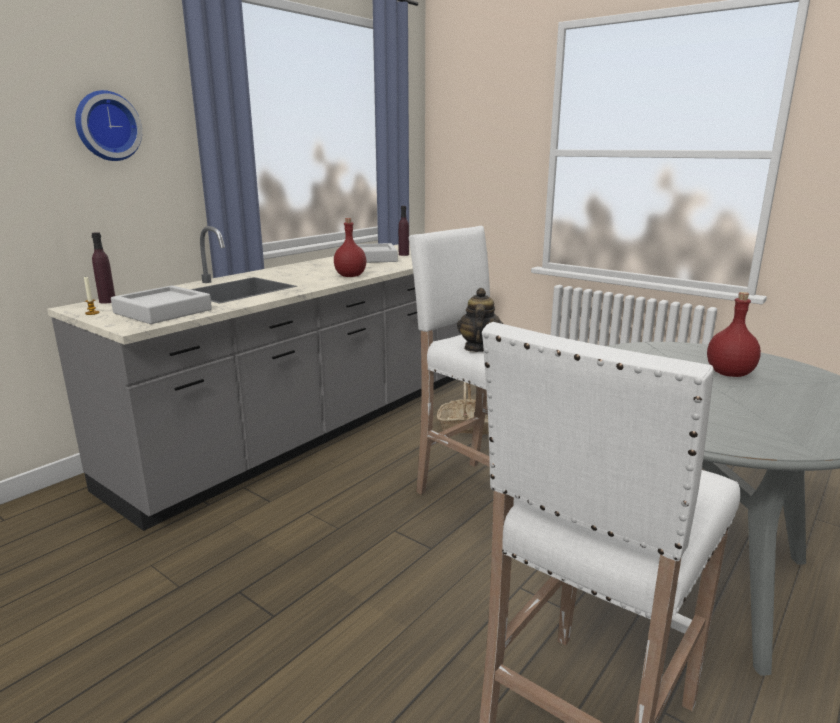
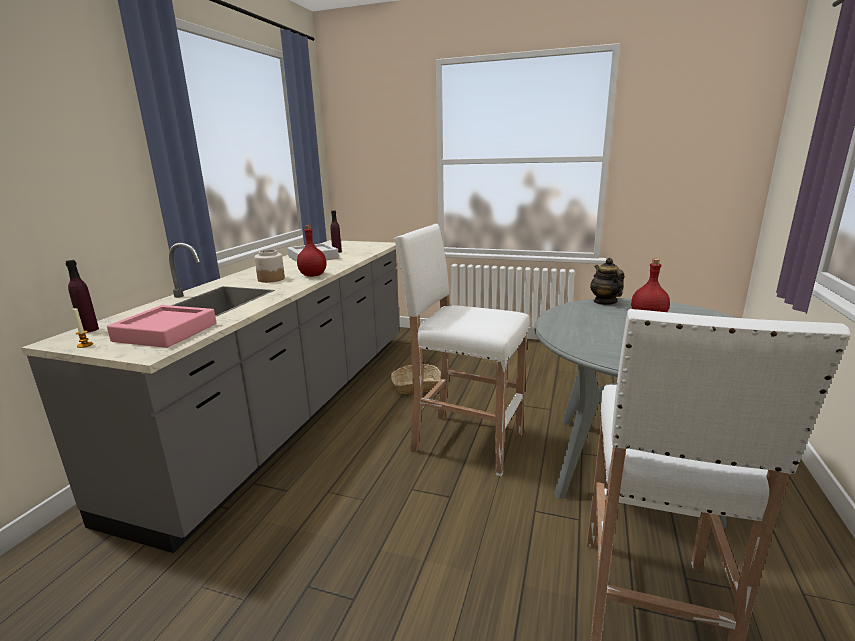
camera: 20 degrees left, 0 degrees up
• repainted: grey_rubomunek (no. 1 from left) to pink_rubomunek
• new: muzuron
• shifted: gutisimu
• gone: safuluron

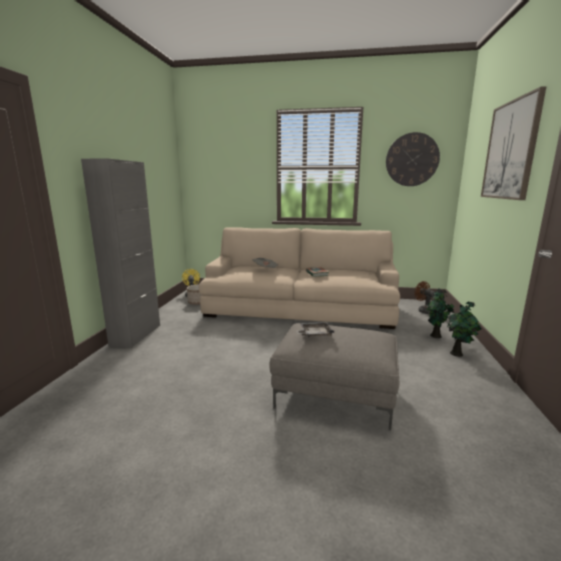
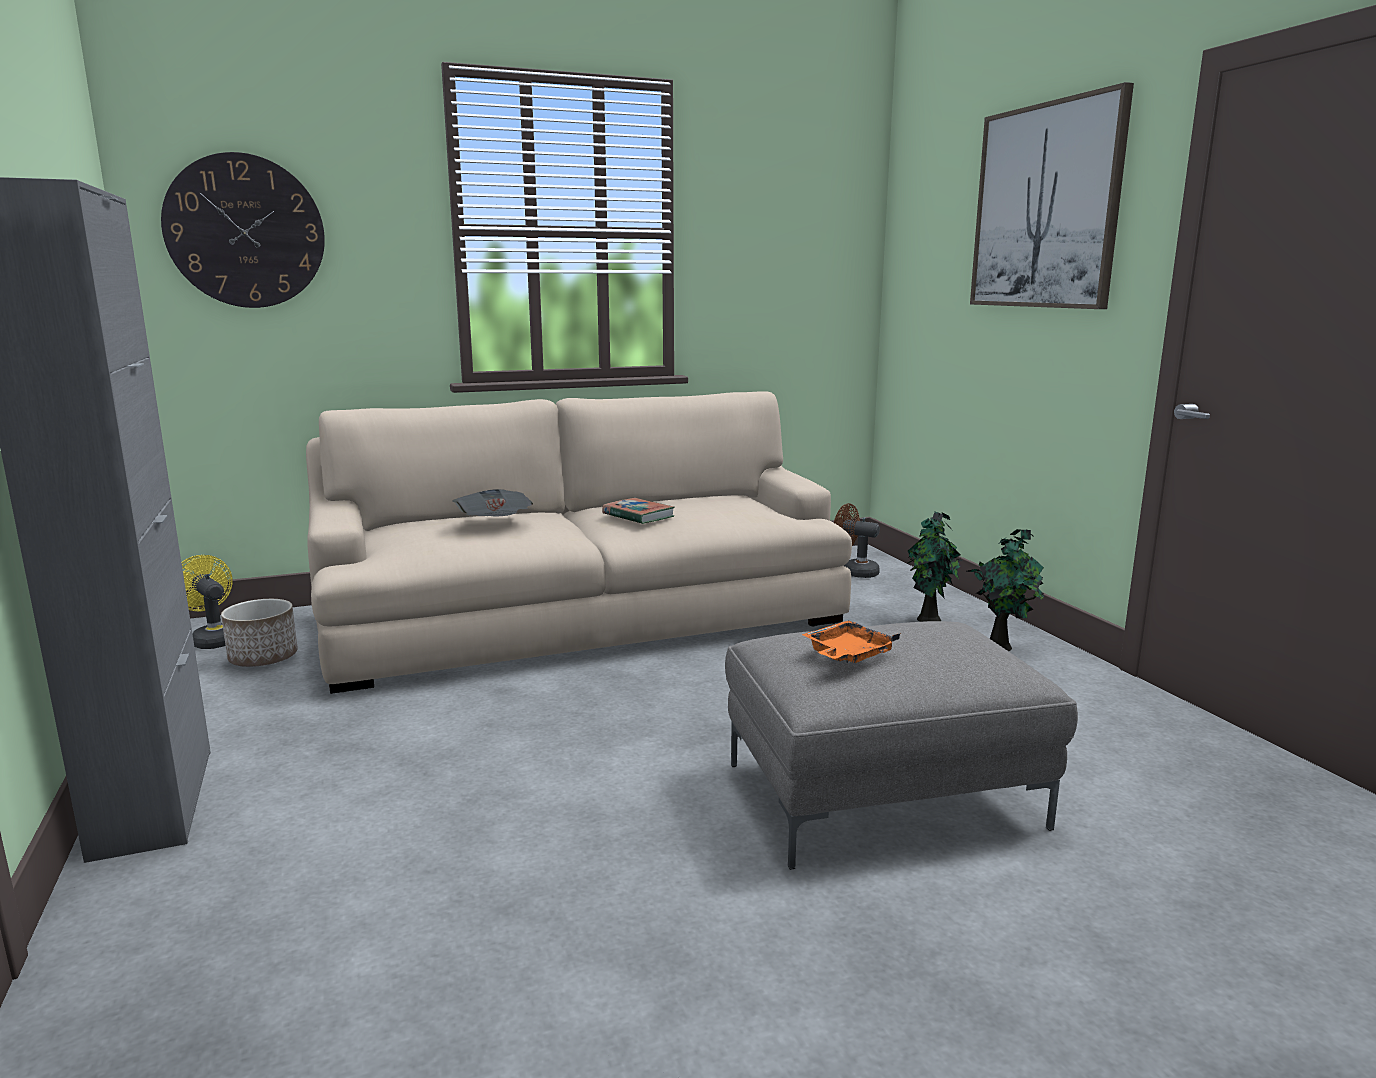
camera: 30 degrees left, 0 degrees up
• shifted: safuluron
• repainted: grey_rubomunek to orange_rubomunek

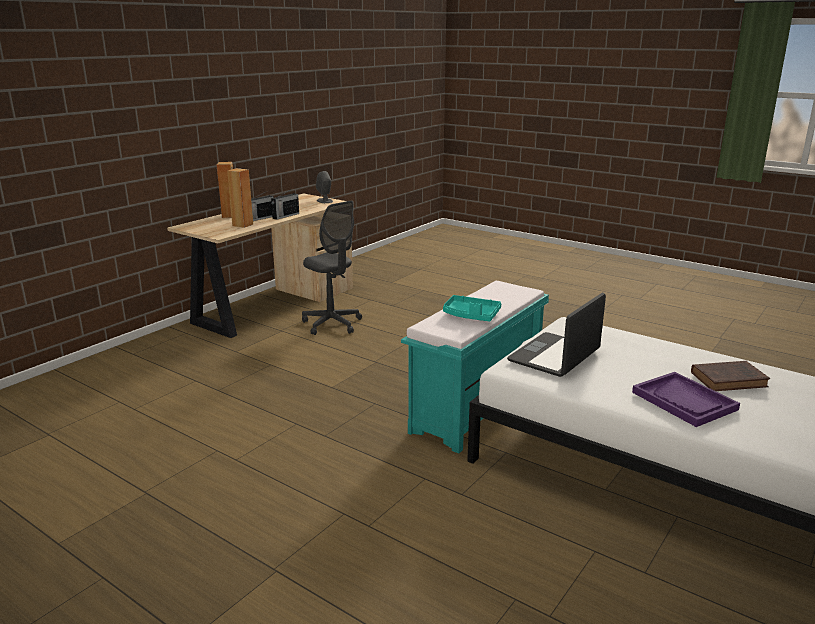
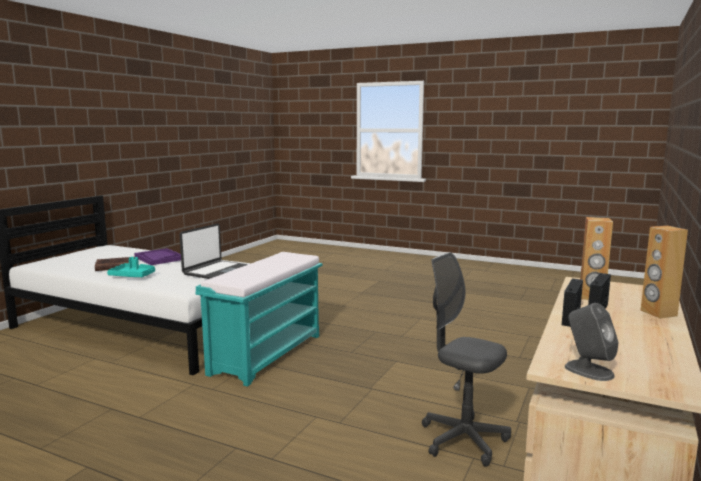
camera: 170 degrees right, 10 degrees down
• shifted: turquoise_rubomunek

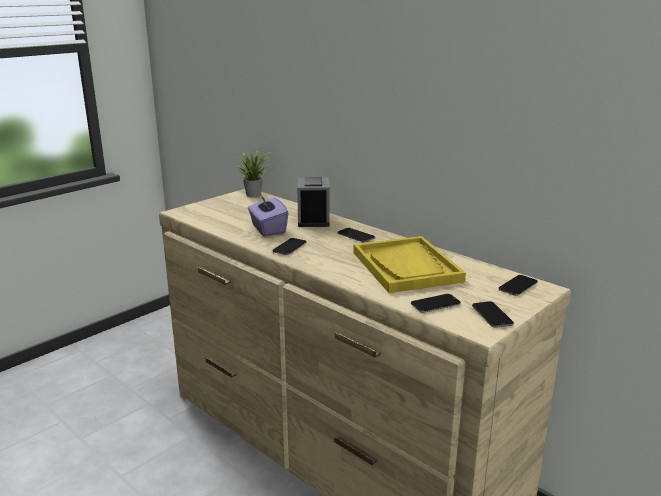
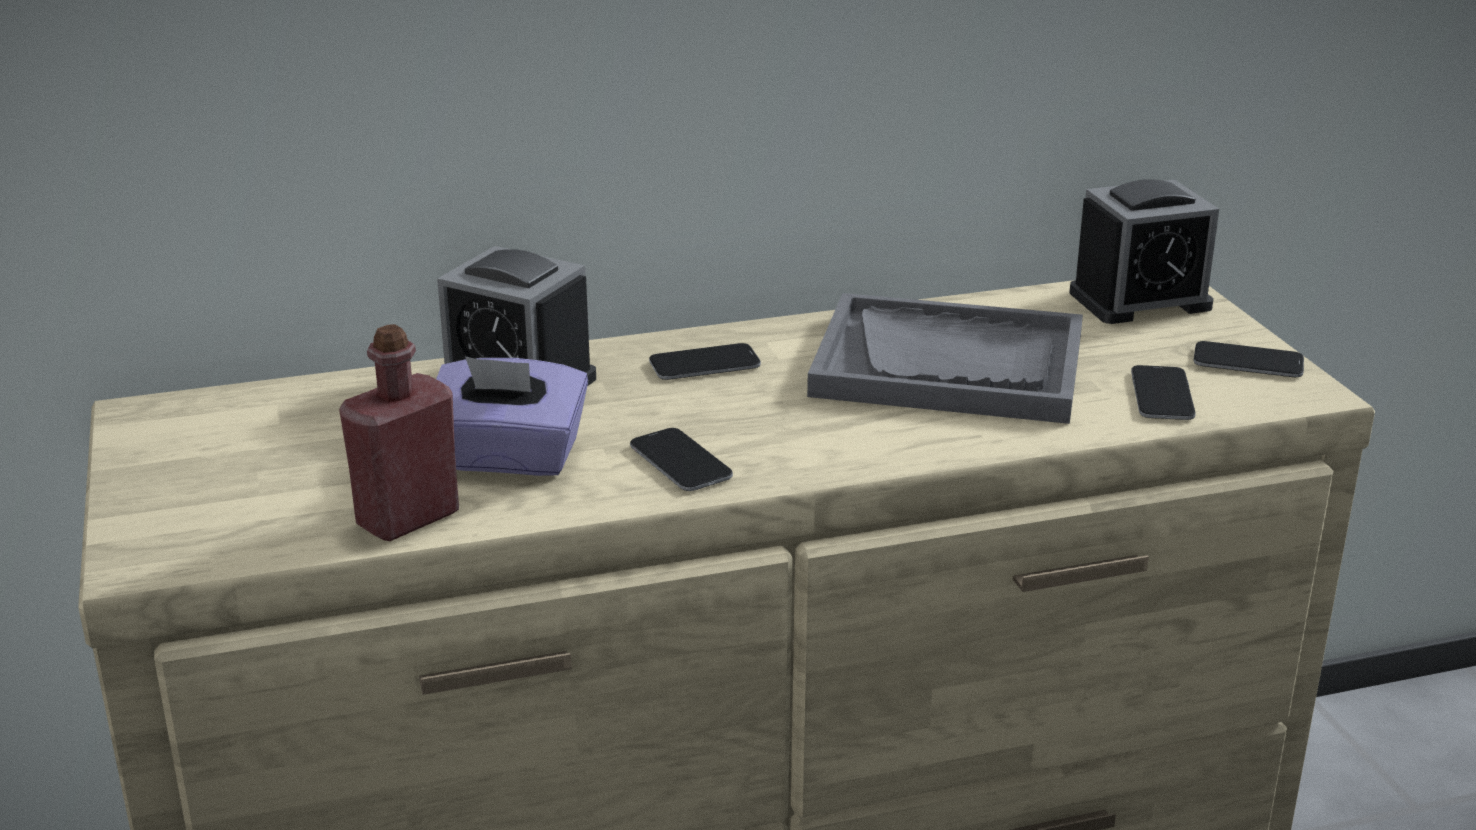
camera: 60 degrees left, 5 degrees up
• new: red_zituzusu
• repainted: yellow_rubomunek to grey_rubomunek
• swapped: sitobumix (no. 5 from left) to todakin (no. 2 from left)
• gone: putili

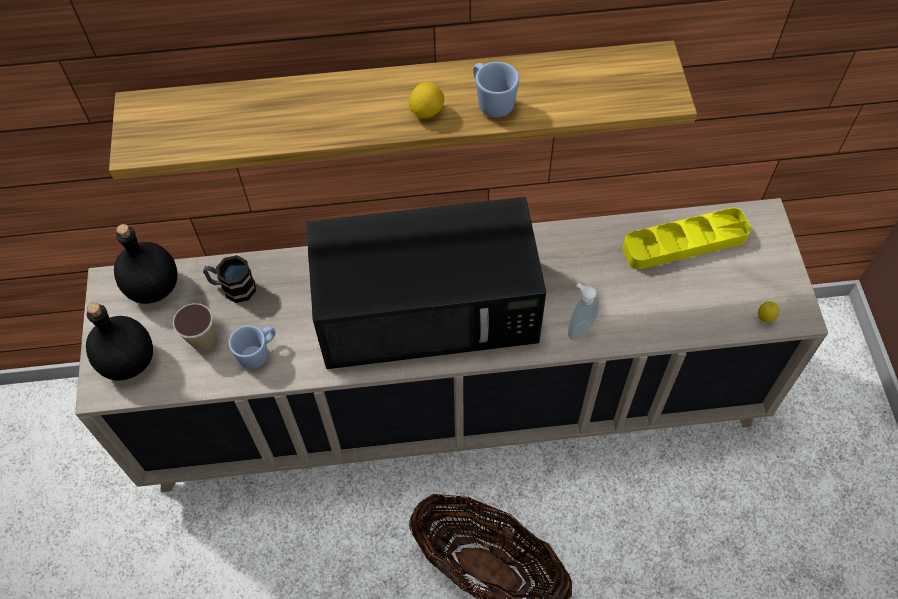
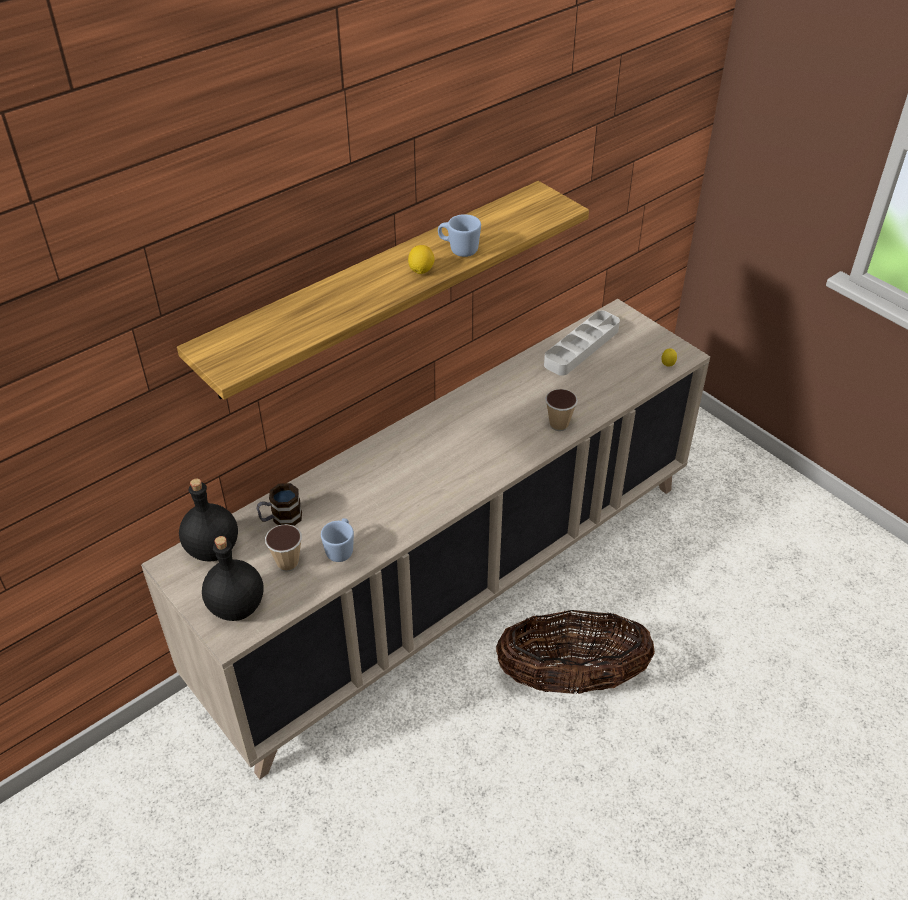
camera: 35 degrees left, 15 degrees down
• repainted: yellow_rubomunek to grey_rubomunek
• swapped: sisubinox to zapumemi (no. 2 from left)
• gone: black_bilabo

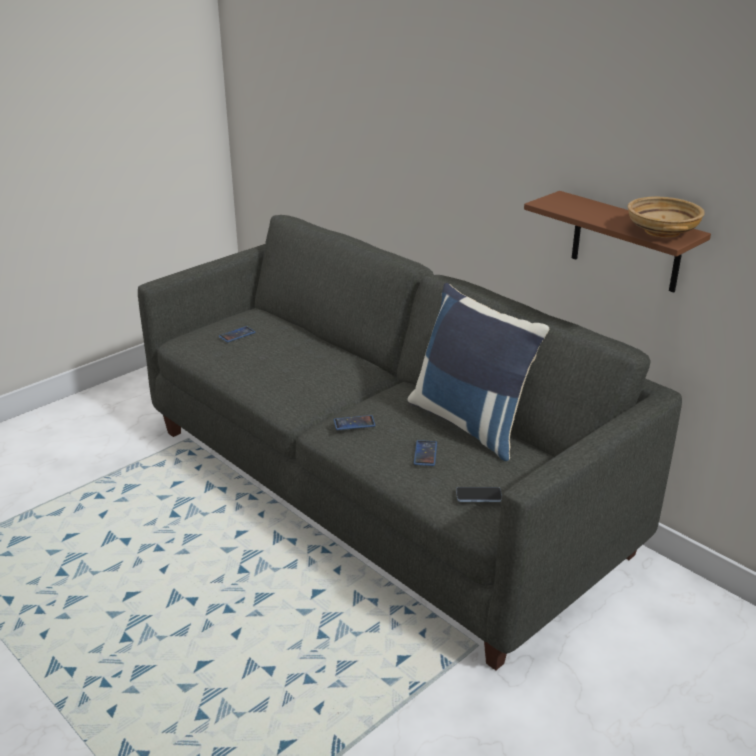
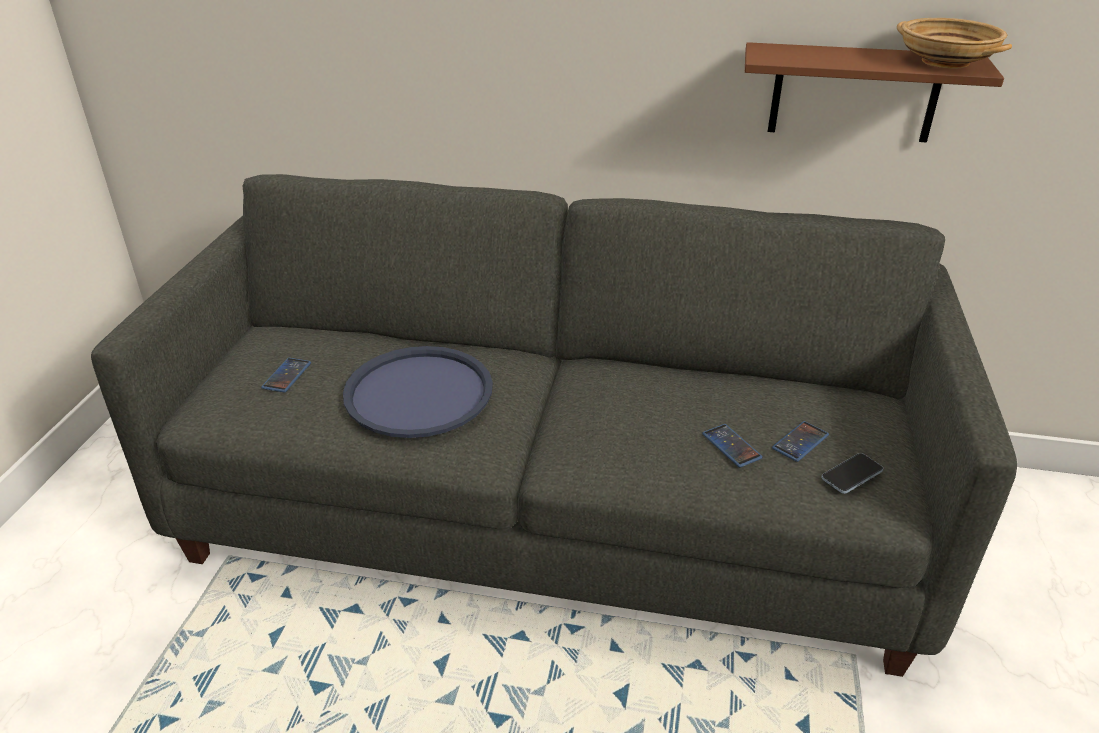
camera: 35 degrees left, 5 degrees up
• new: blue_rubomunek
• shifted: sitobumix (no. 2 from left in the first image) to sitobumix (no. 3 from left)
• gone: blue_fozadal

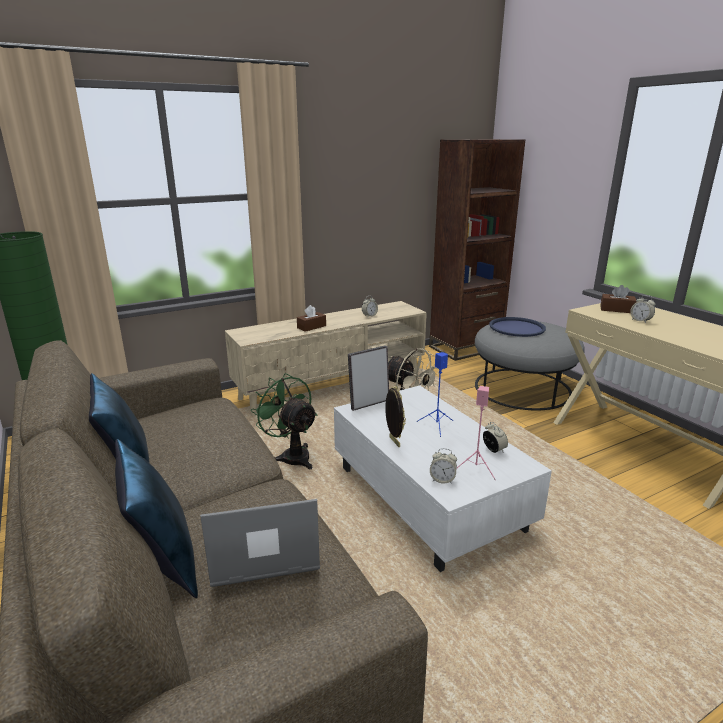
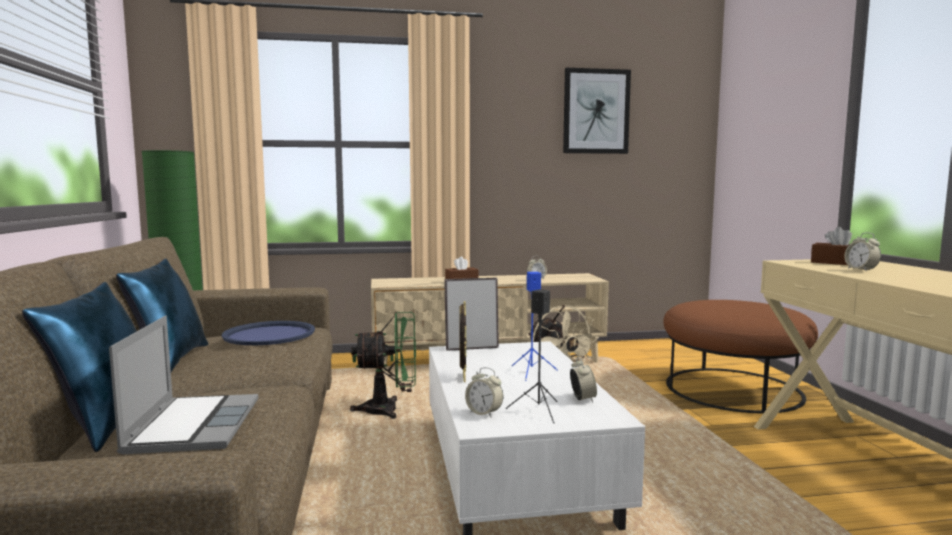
camera: 20 degrees right, 15 degrees down
• rotated: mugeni 75 degrees clockwise
• shifted: blue_rubomunek
• rotated: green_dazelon 105 degrees clockwise
• repainted: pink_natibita to black_natibita
• new: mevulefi
• repainted: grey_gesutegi to brown_gesutegi
• gone: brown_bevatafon

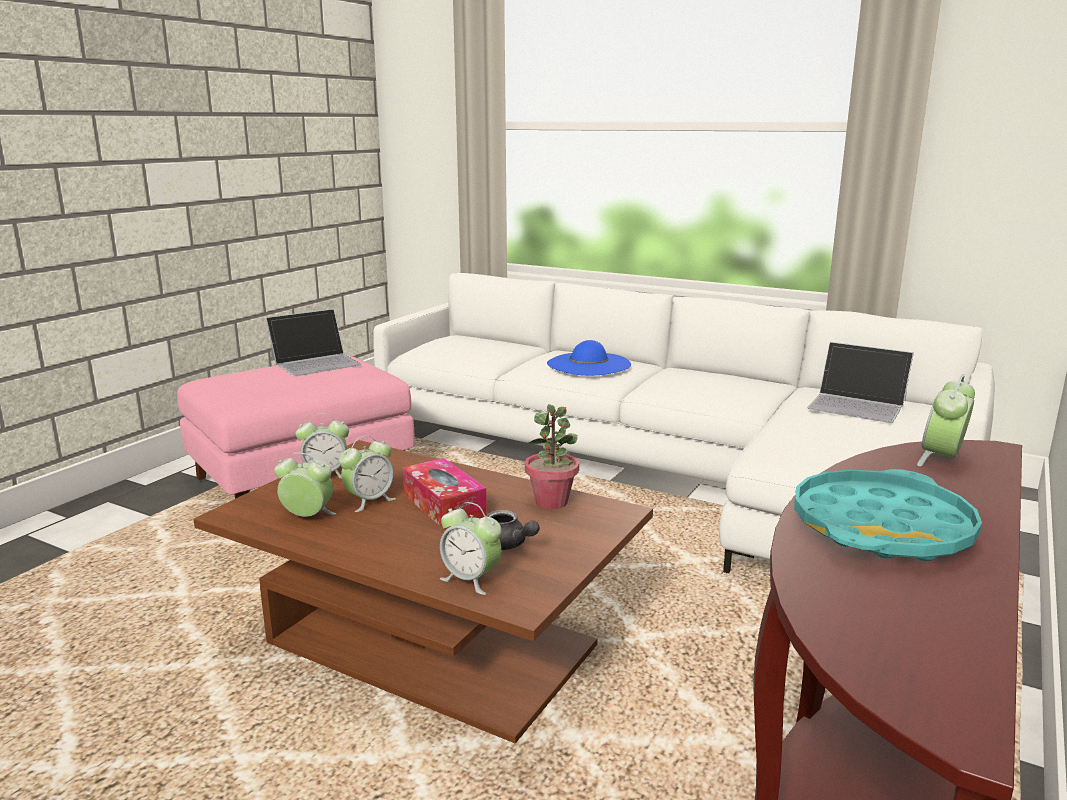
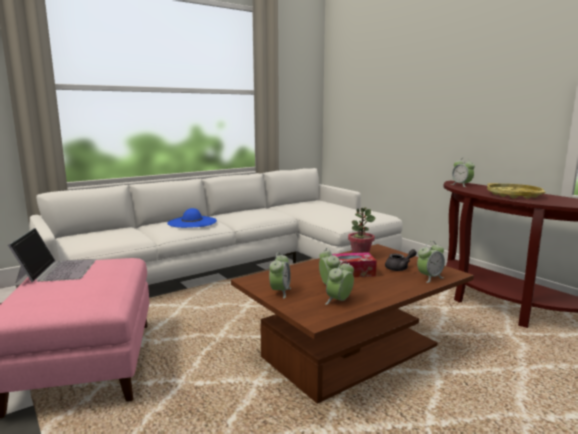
camera: 65 degrees left, 5 degrees down
• repainted: turquoise_rubomunek to yellow_rubomunek
• gone: mugeni (no. 2 from left)

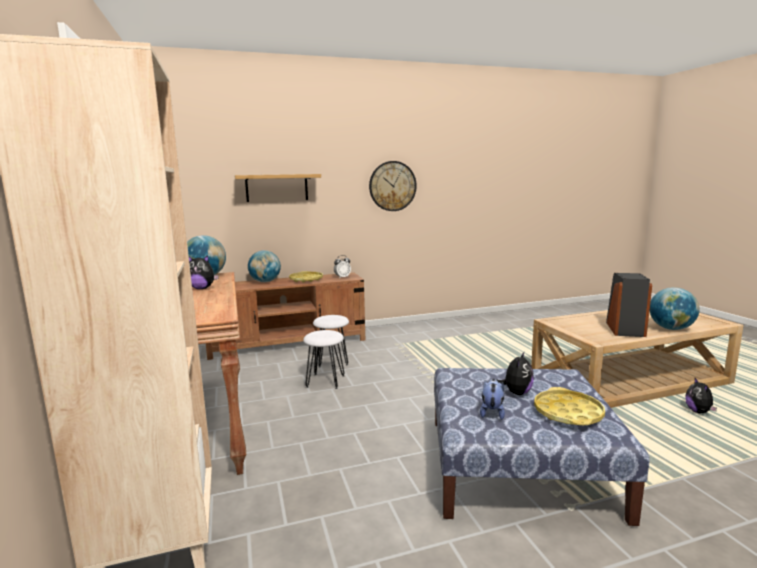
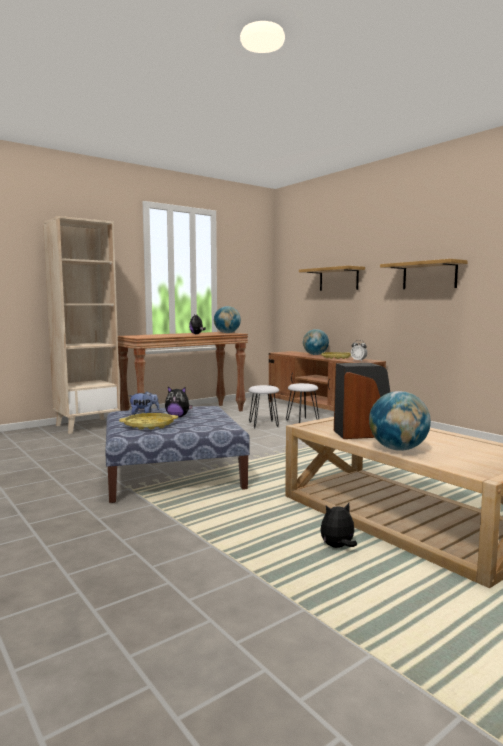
camera: 70 degrees right, 5 degrees down
• swapped: safuluron to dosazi (no. 2 from left)

